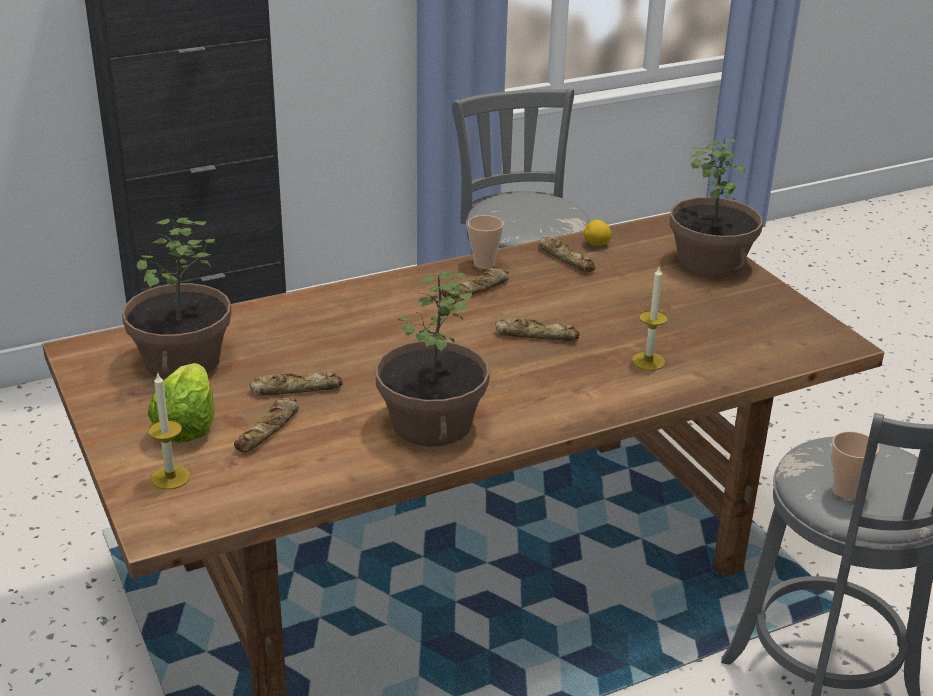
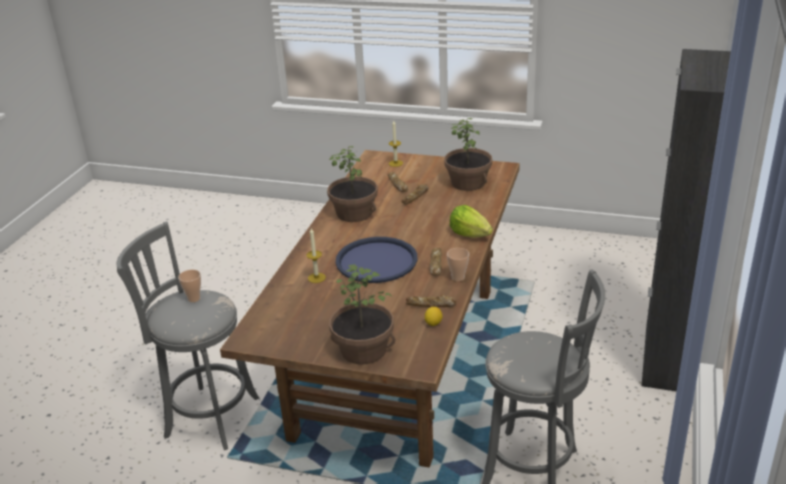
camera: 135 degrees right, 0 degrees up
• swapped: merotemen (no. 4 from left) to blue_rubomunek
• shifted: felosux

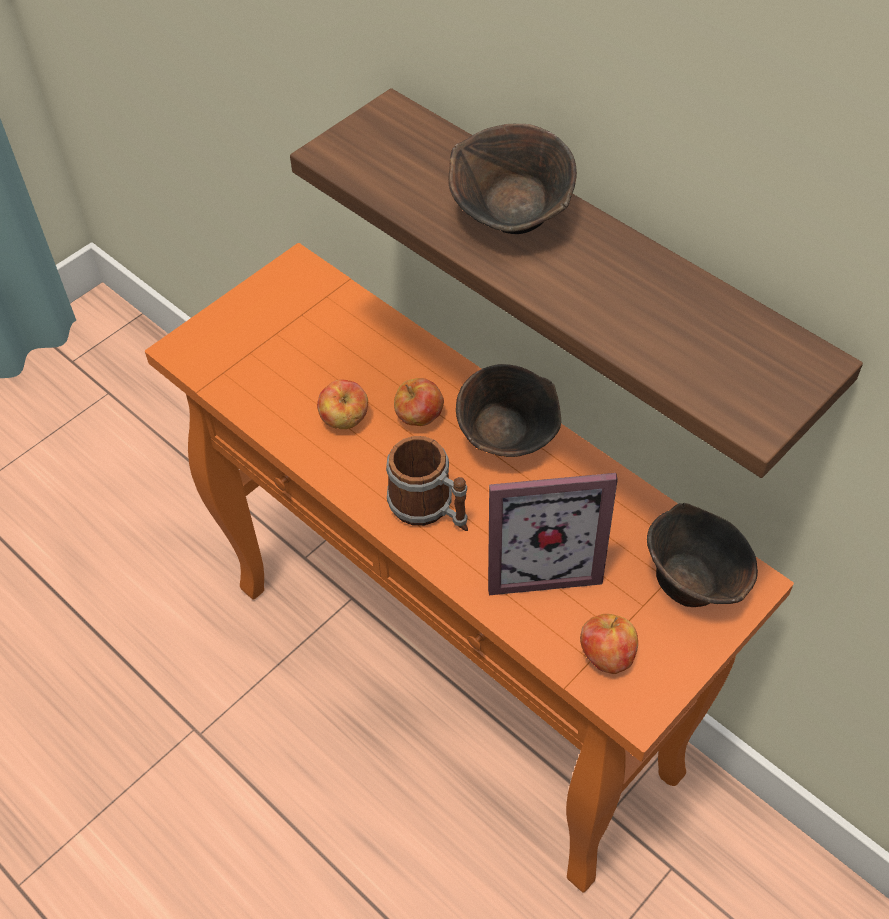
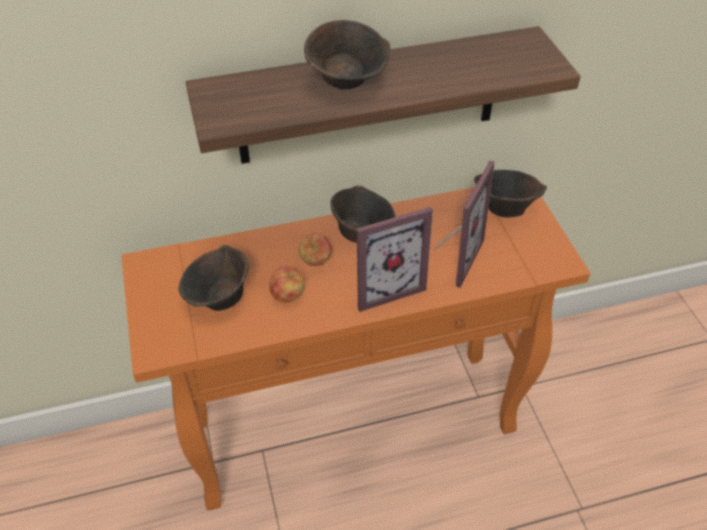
camera: 60 degrees left, 5 degrees down
• new: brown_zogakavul (no. 1 from left)
• swapped: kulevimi to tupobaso (no. 1 from left)
• gone: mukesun (no. 3 from left)

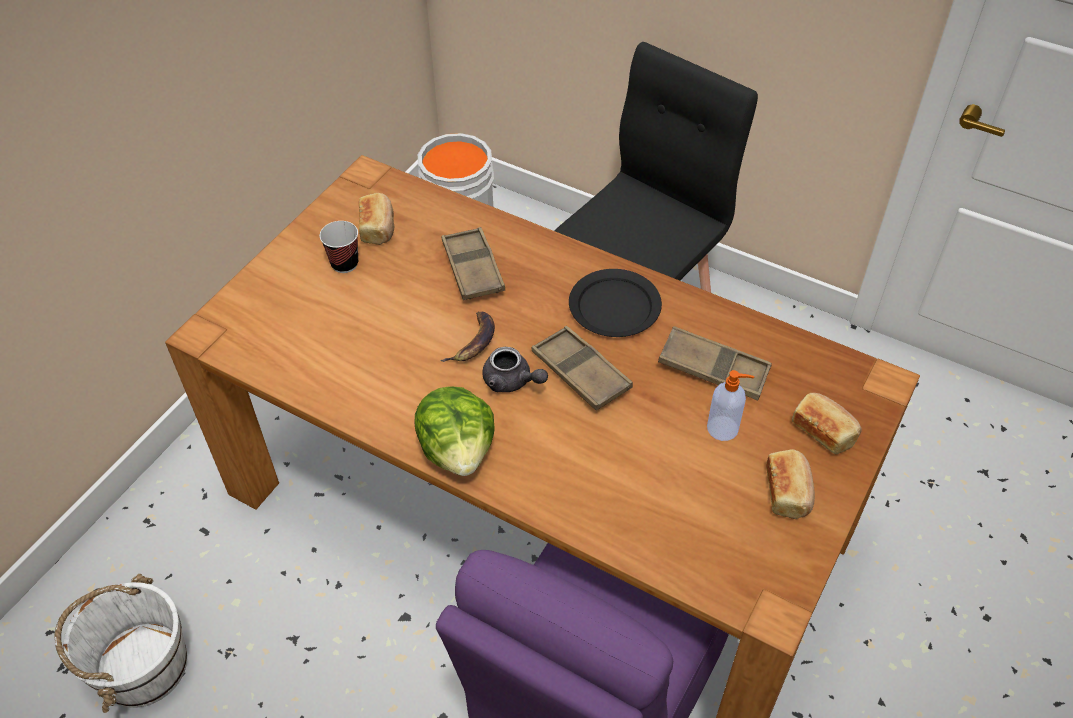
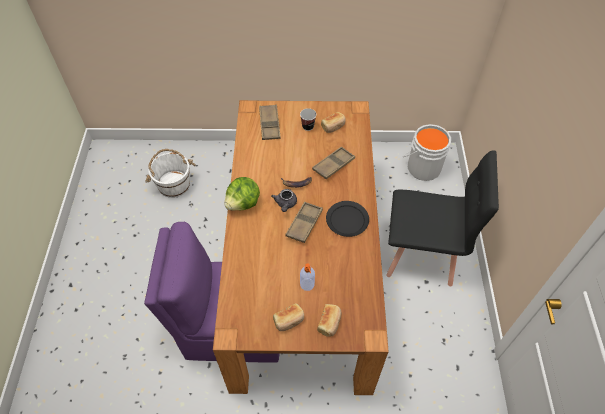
camera: 60 degrees right, 5 degrees up
• shifted: brown_rubomunek (no. 3 from left in the first image) to brown_rubomunek (no. 1 from left)

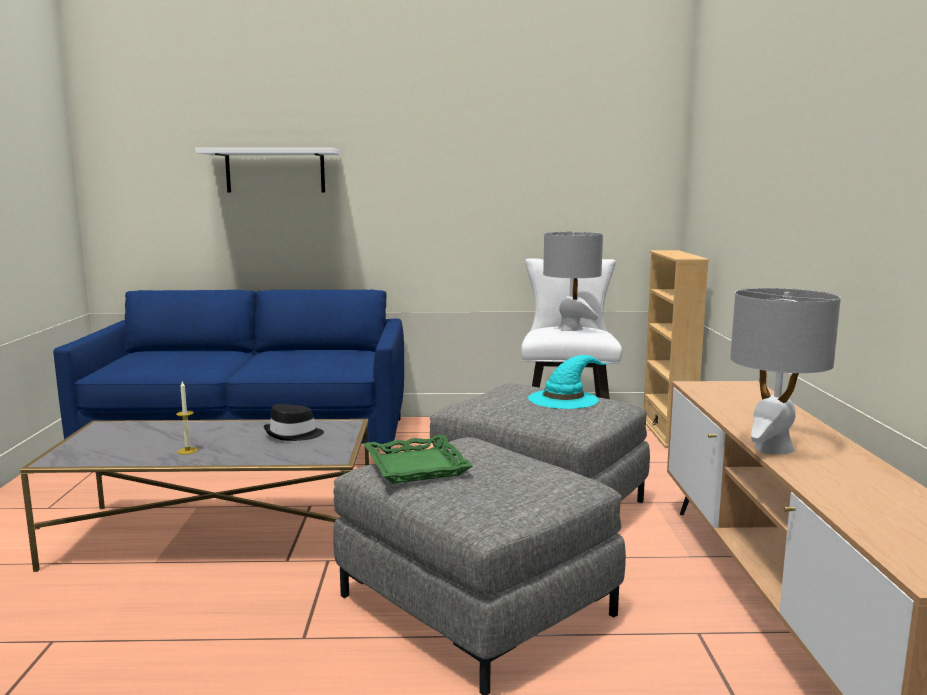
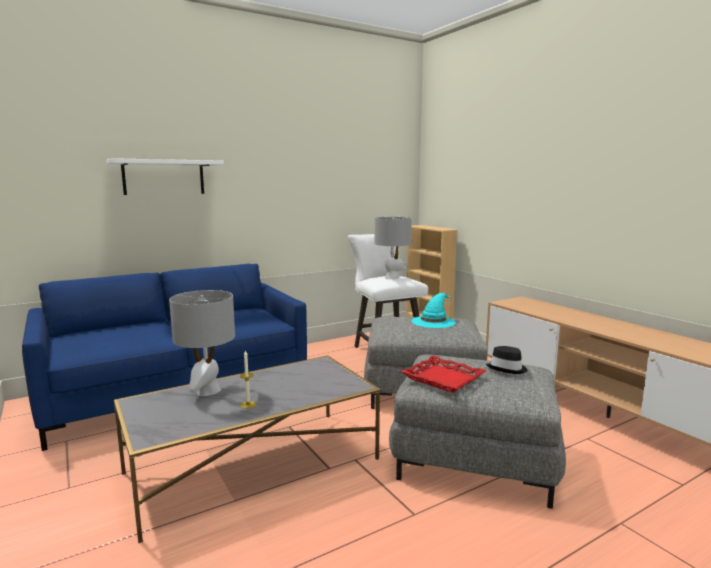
camera: 30 degrees left, 0 degrees up
• shifted: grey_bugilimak (no. 2 from left in the first image) to grey_bugilimak (no. 1 from left)
• repainted: green_rubomunek to red_rubomunek
• shifted: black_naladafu

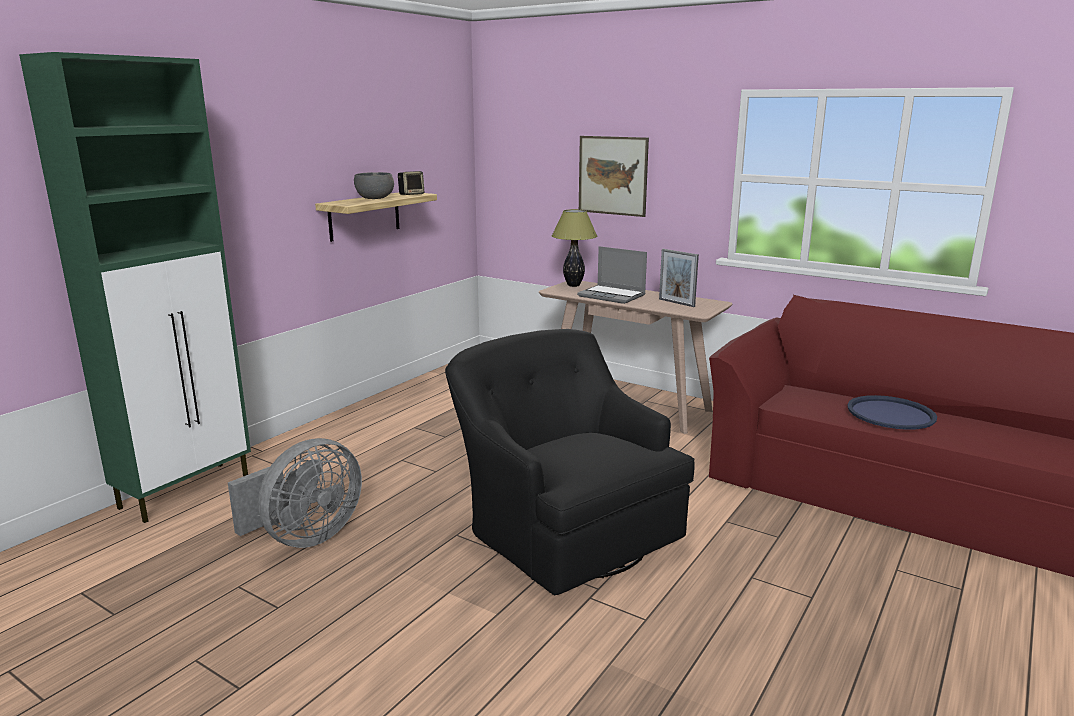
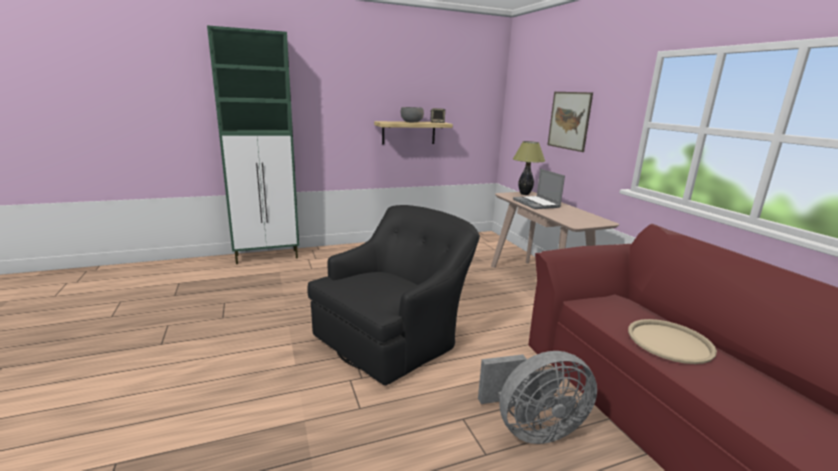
camera: 35 degrees right, 0 degrees up
• rotated: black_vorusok 45 degrees clockwise
• shifted: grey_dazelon
• repainted: blue_rubomunek to beige_rubomunek
• gone: tupobaso

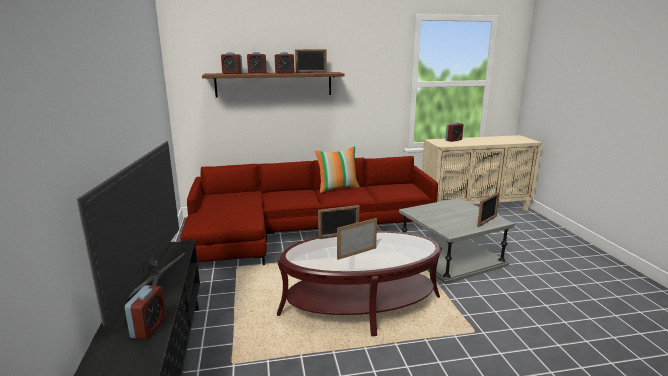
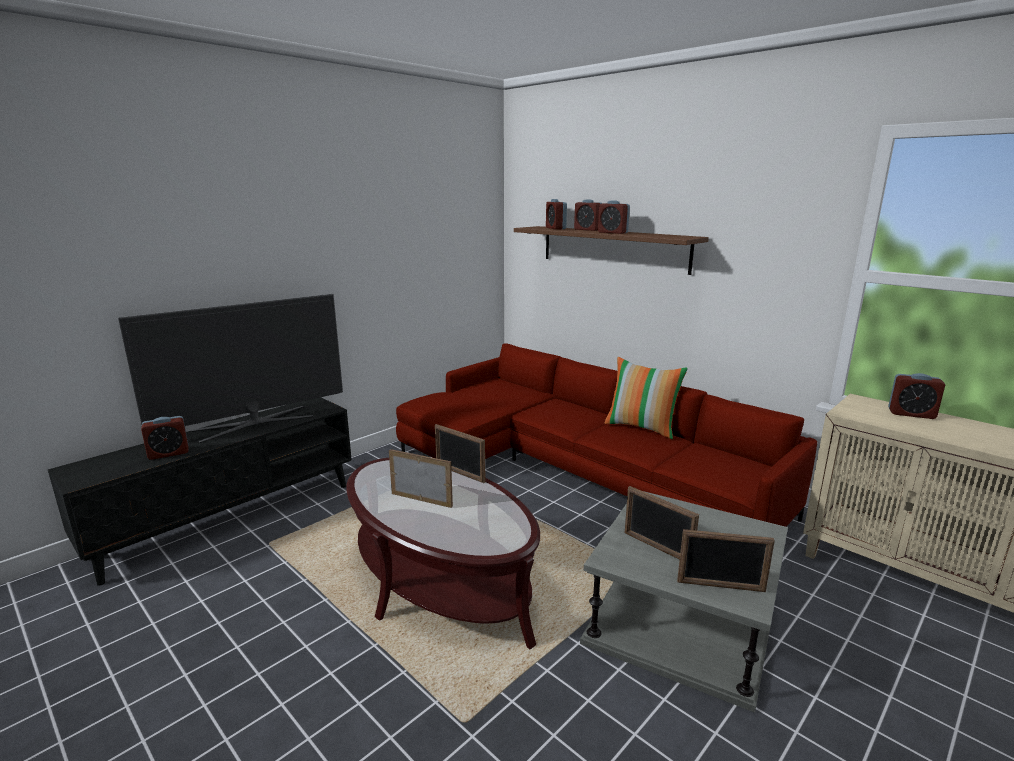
camera: 55 degrees right, 0 degrees up
• shifted: tupobaso (no. 1 from left in the first image) to tupobaso (no. 3 from left)

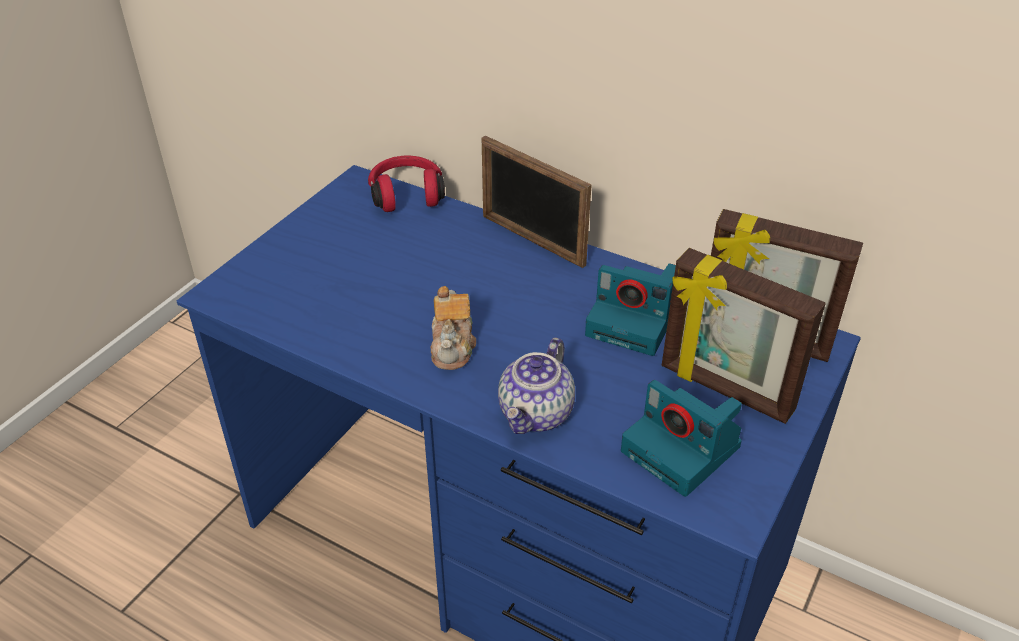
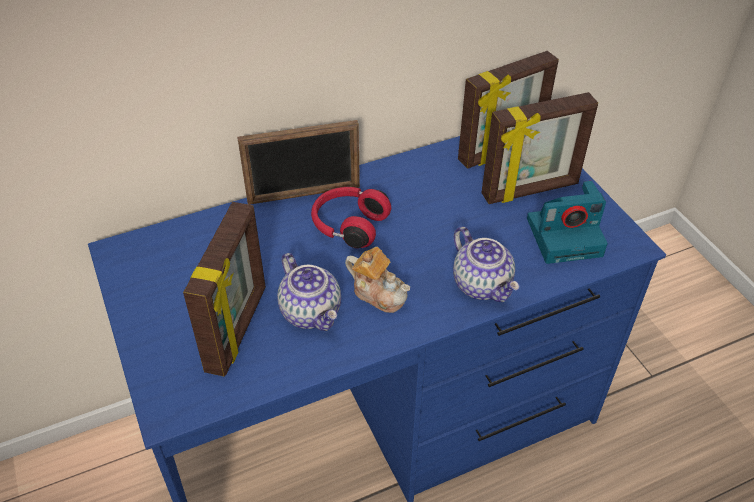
camera: 55 degrees left, 5 degrees up
• new: tupobaso (no. 1 from left)
• new: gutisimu (no. 1 from left)
• shifted: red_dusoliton
• gone: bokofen (no. 1 from left)

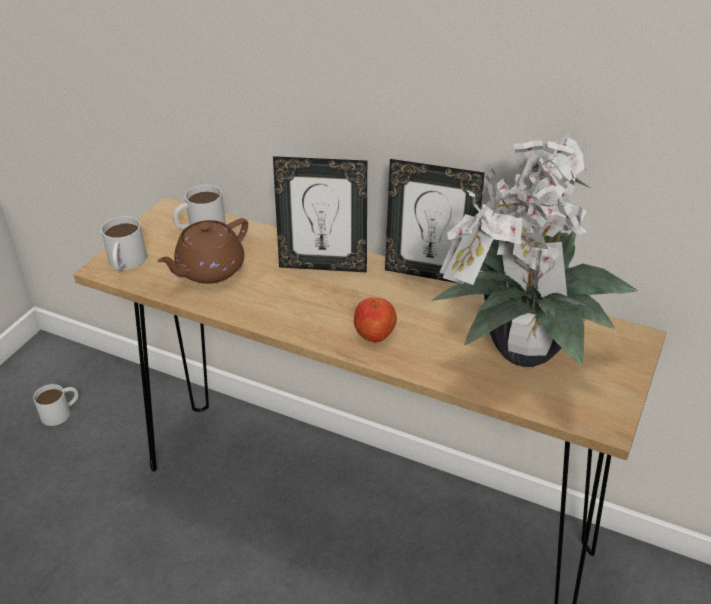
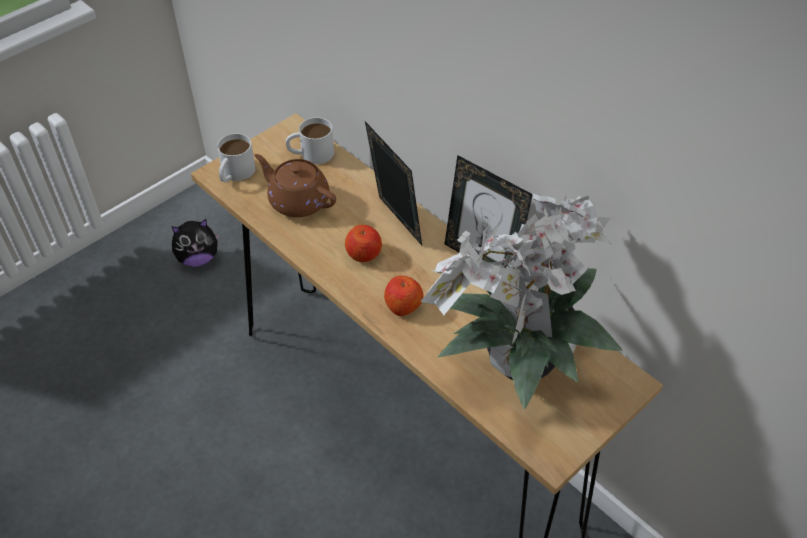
camera: 20 degrees right, 10 degrees up
• swapped: white_kulevimi (no. 1 from left) to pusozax
• rotated: brown_gutisimu 60 degrees clockwise
• new: mukesun (no. 1 from left)
• rotated: tupobaso (no. 1 from left) 150 degrees counterclockwise

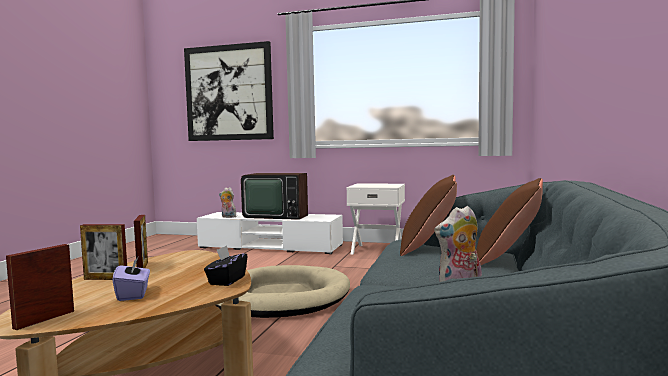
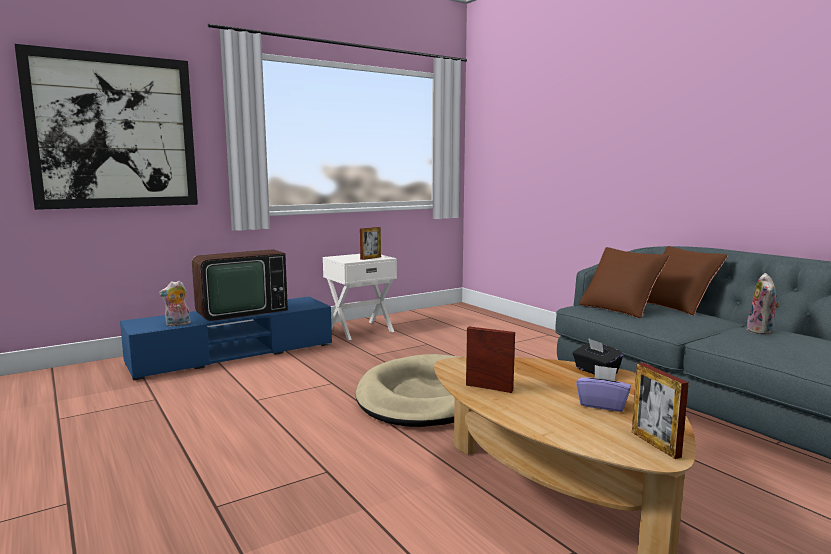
camera: 50 degrees left, 5 degrees up
• repainted: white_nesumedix to blue_nesumedix
• shifted: tupobaso (no. 2 from left in the first image) to tupobaso (no. 1 from left)

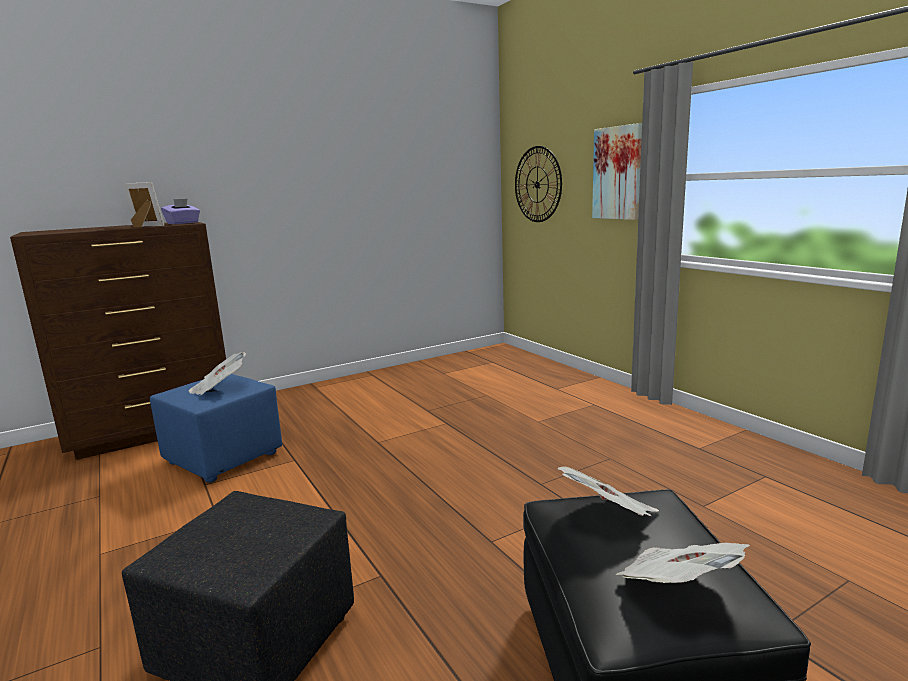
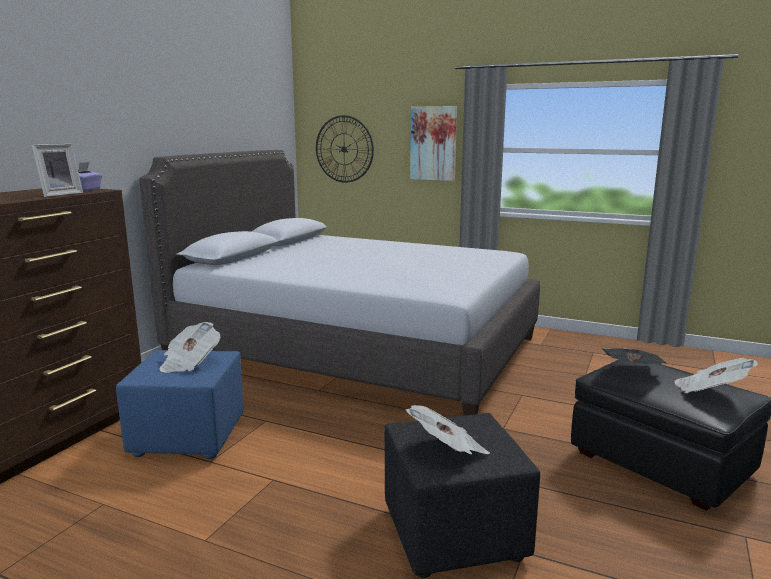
camera: 35 degrees left, 0 degrees up
• rotated: tupobaso 135 degrees clockwise
• new: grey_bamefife
• new: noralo (no. 2 from left)

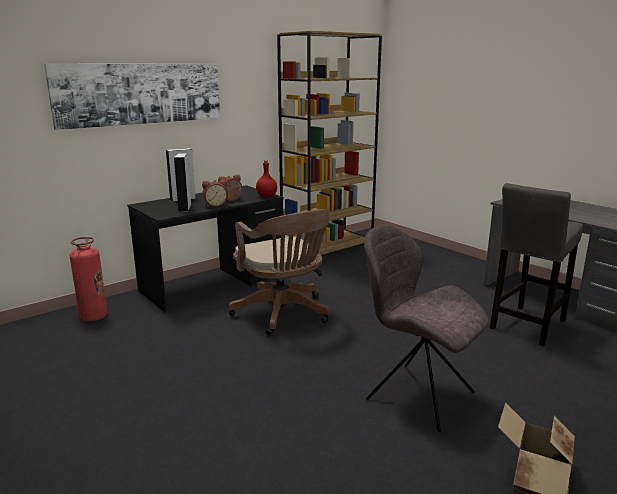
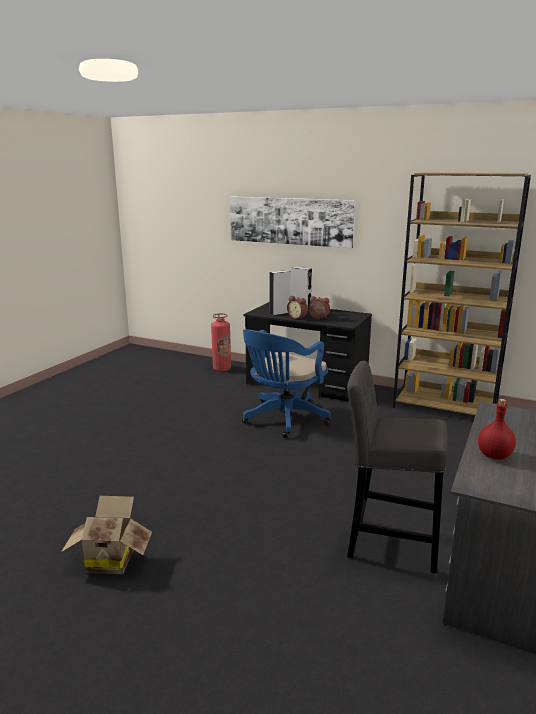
camera: 65 degrees right, 0 degrees up
• repainted: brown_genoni to blue_genoni
• shifted: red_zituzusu
• gone: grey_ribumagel

